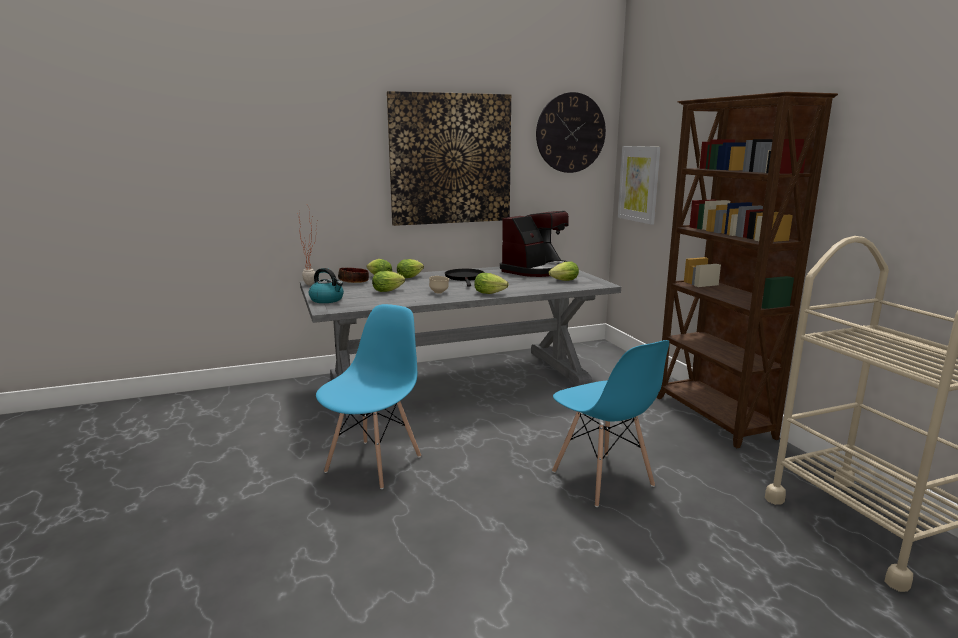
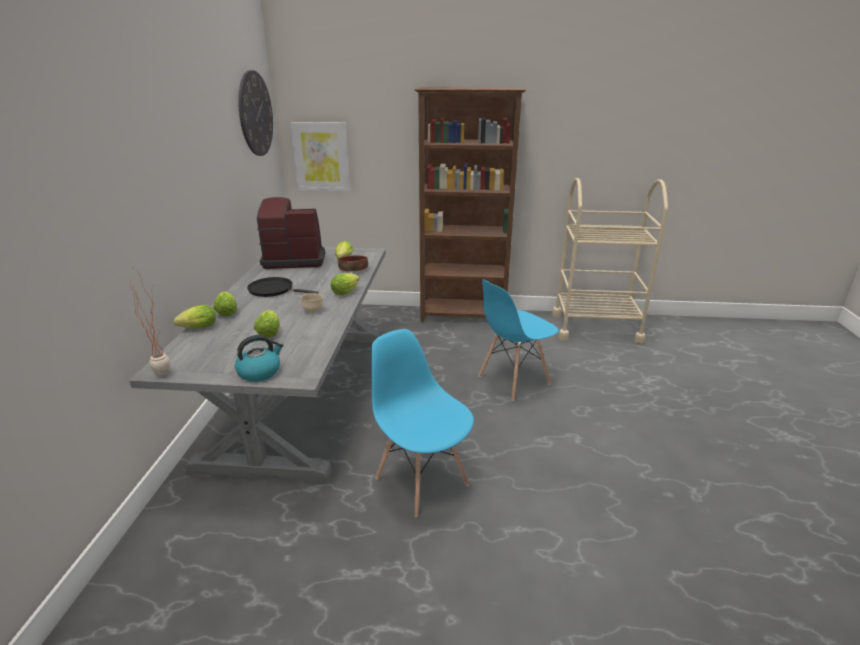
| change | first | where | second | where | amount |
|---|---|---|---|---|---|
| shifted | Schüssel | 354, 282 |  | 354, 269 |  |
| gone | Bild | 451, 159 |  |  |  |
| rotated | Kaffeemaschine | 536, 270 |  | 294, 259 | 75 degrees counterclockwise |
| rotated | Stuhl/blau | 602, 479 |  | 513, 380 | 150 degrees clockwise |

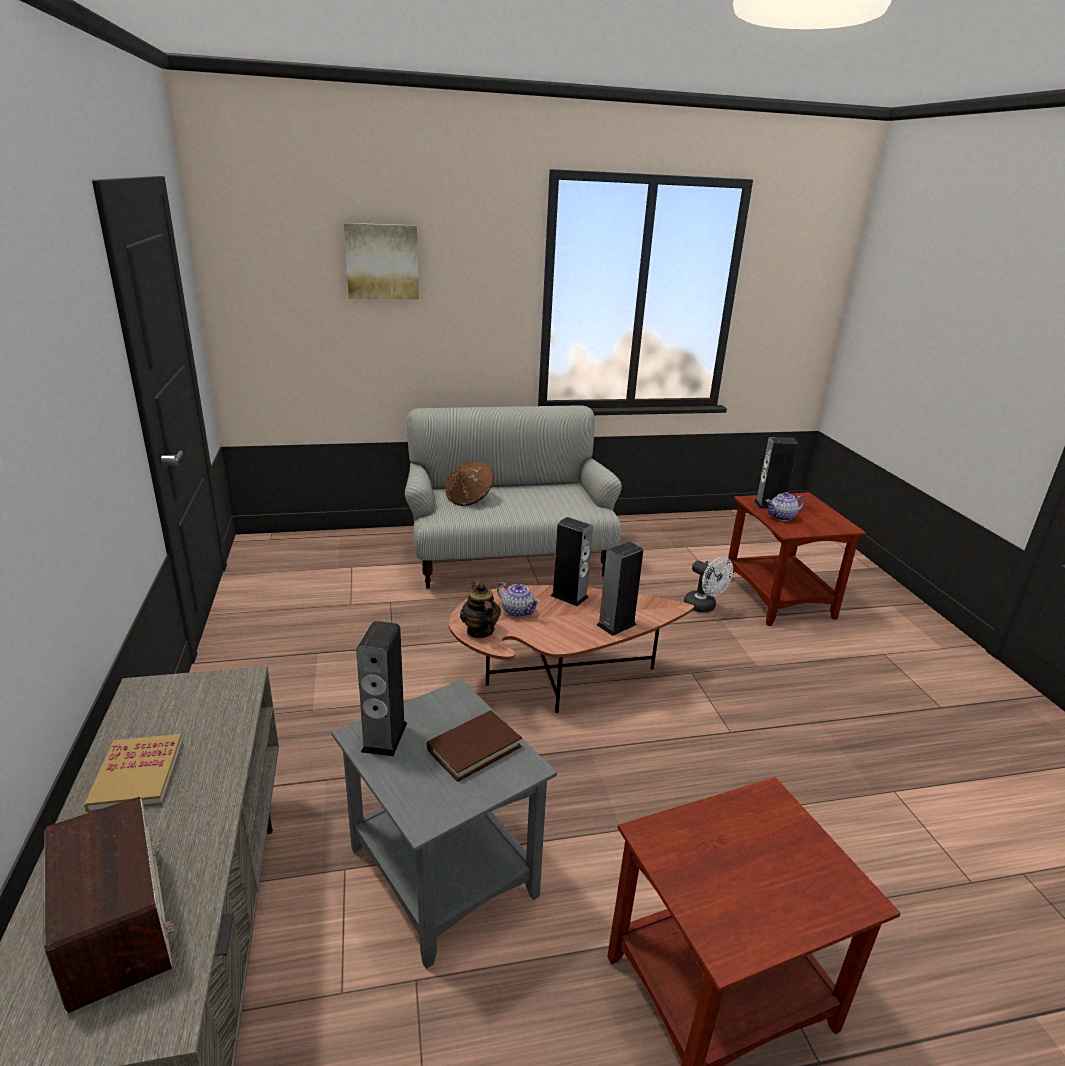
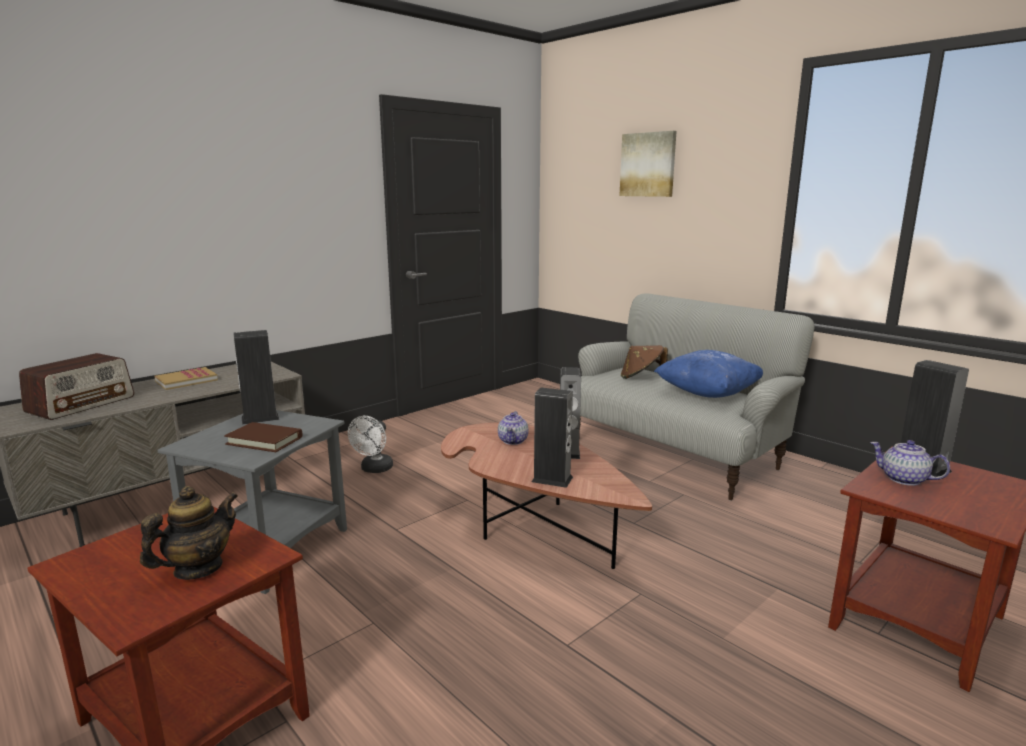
| change | first | where | second | where | amount |
|---|---|---|---|---|---|
| shifted | Teekanne | 480, 631 |  | 198, 568 |  |
| shifted | Ventilator/weiß | 704, 607 |  | 374, 469 |  |
| new |  |  | Kissen/blau | 708, 393 |  |

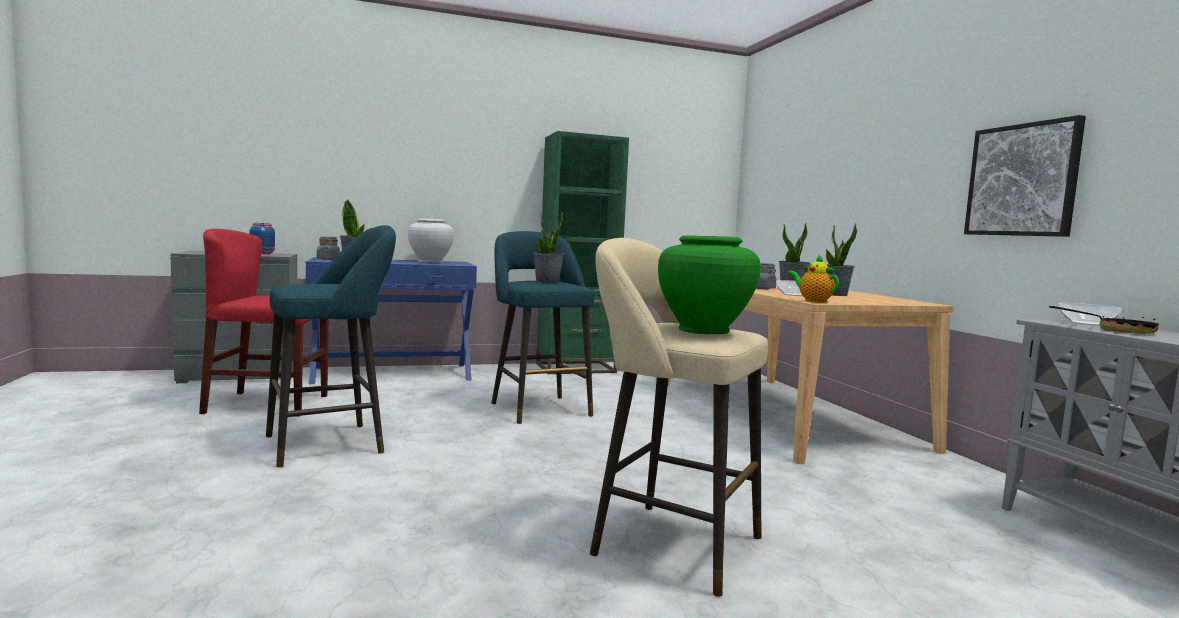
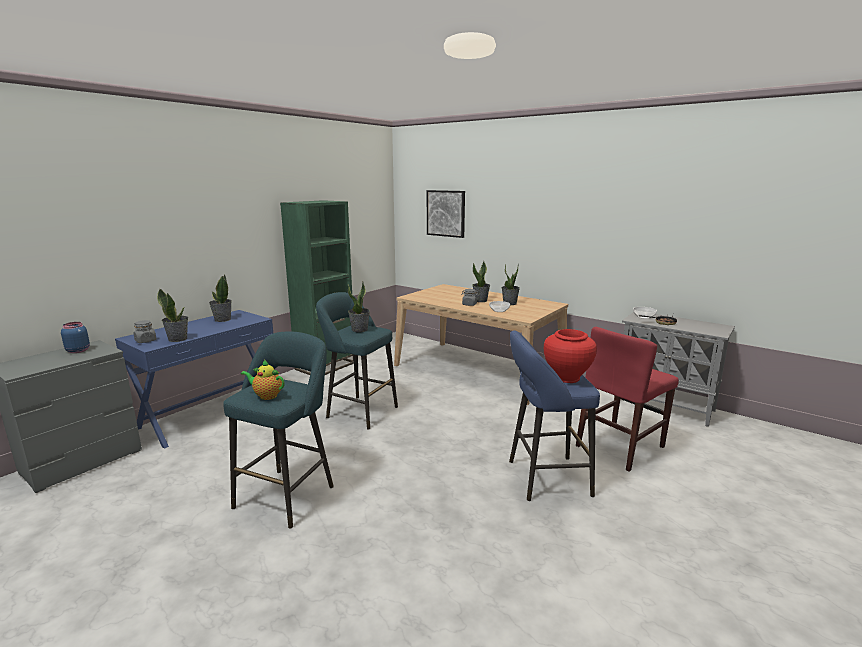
| change | first | where | second | where | amount |
|---|---|---|---|---|---|
| shifted | Stuhl/rot | 267, 404 |  | 620, 446 |  |
| swapped | Vase/weiß | 430, 262 | Topfpflanze | 222, 319 |  |
| repainted | Hocker/beige | 668, 542 | Hocker/blau | 543, 478 |  |
| repainted | Vase/grün | 703, 330 | Vase/rot | 567, 377 |  |
| shifted | Teekanne | 813, 301 |  | 266, 396 |  |
| shifted | Bild | 1022, 180 |  | 446, 213 |  |

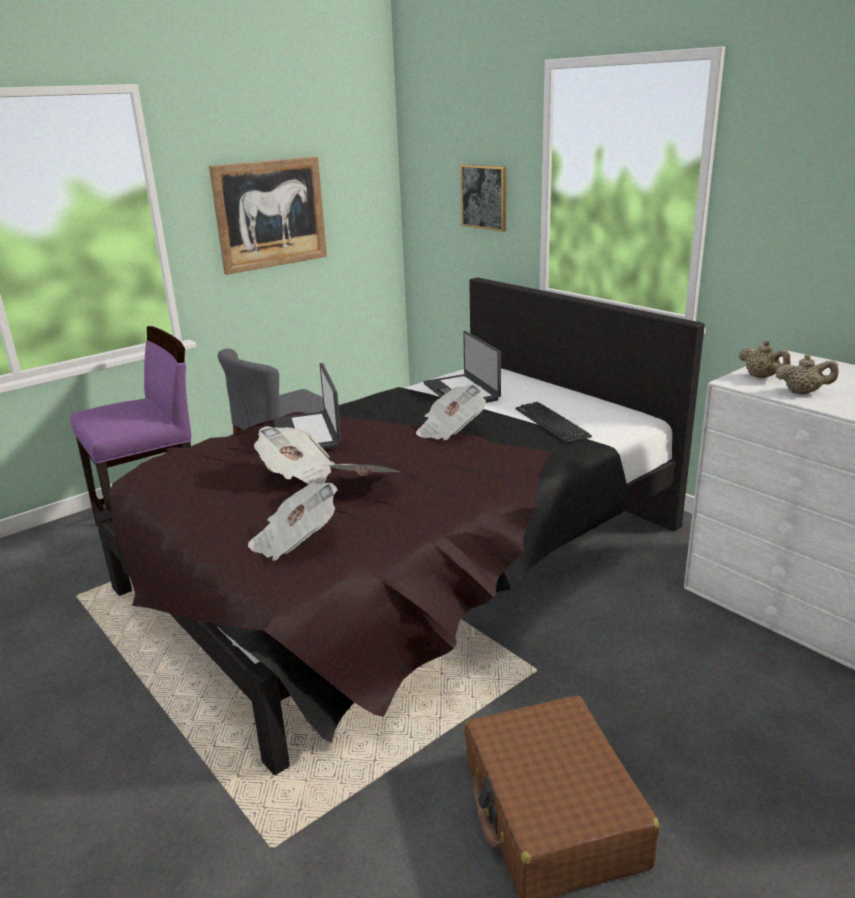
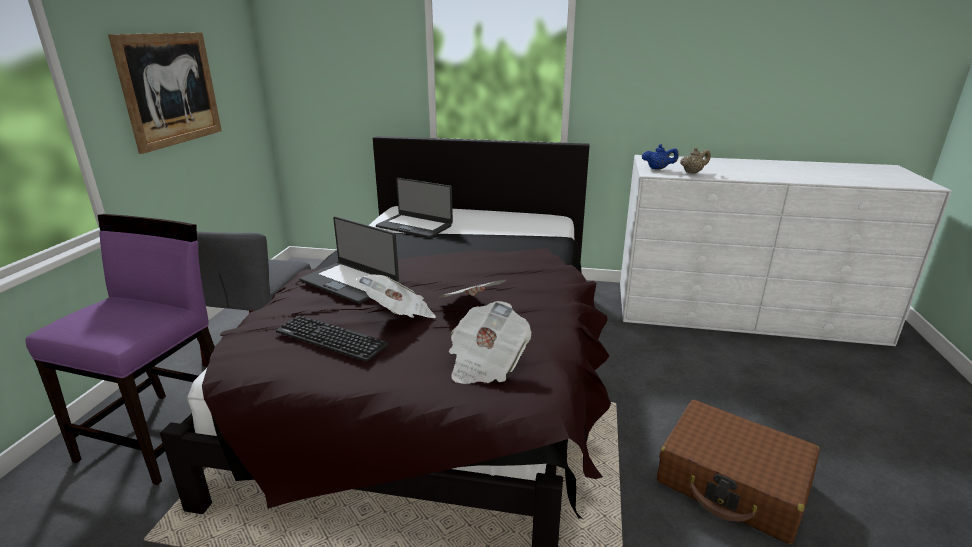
| change | first | where | second | where | amount |
|---|---|---|---|---|---|
| gone | Zeitung | 450, 430 |  |  |  |
| gone | Bild | 484, 197 |  |  |  |
| shifted | Tastatur | 551, 423 |  | 331, 338 |  |
| repainted | Teekanne/beige | 761, 377 | Teekanne/blau | 658, 169 |  |

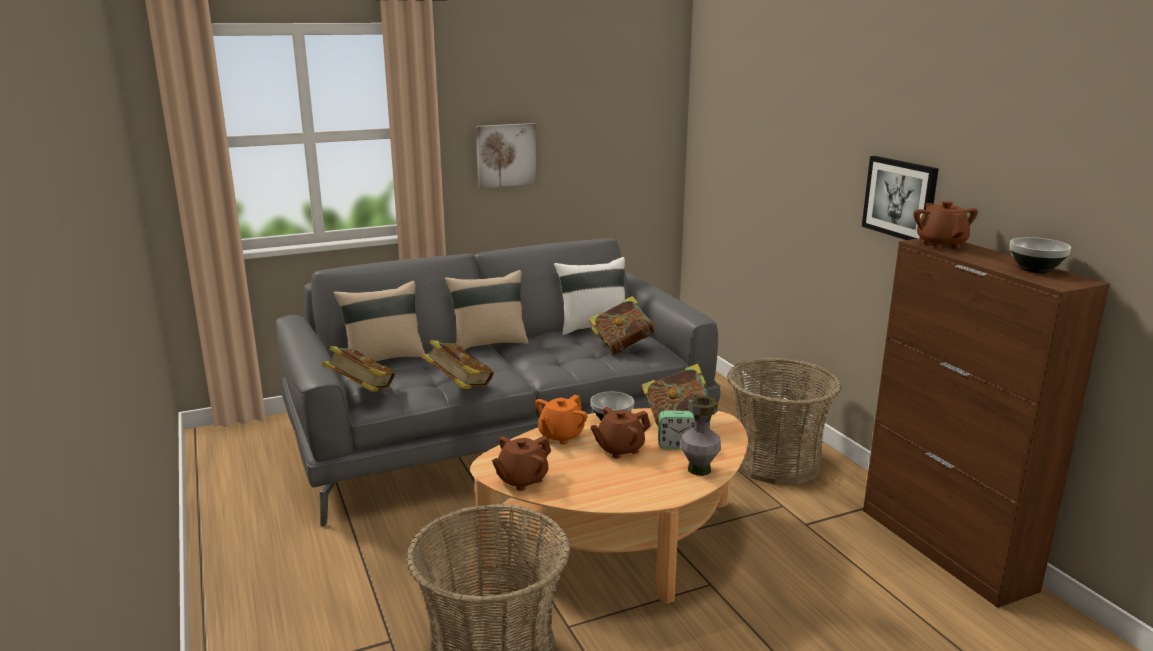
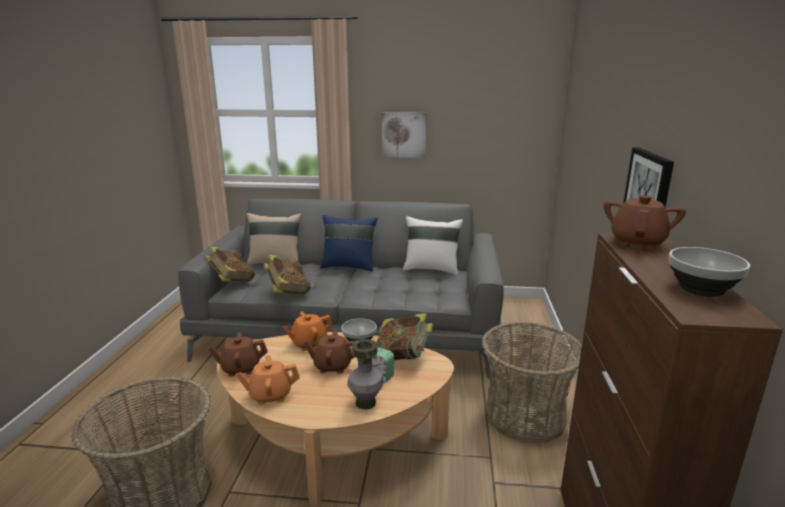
| change | first | where | second | where | amount |
|---|---|---|---|---|---|
| repainted | Kissen/beige | 488, 343 | Kissen/blau | 349, 266 |  |
| gone | Buch | 622, 347 |  |  |  |
| new |  |  | Teekanne/orange | 270, 395 |  |

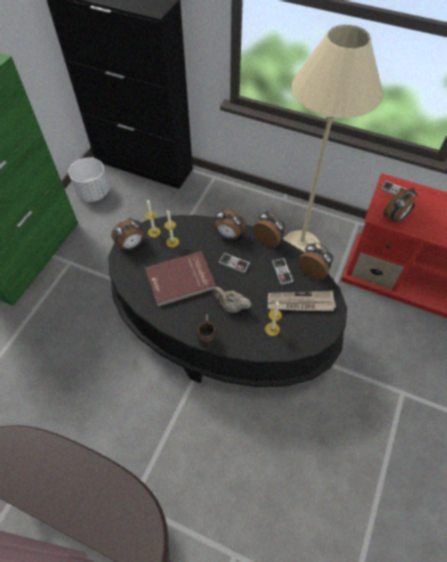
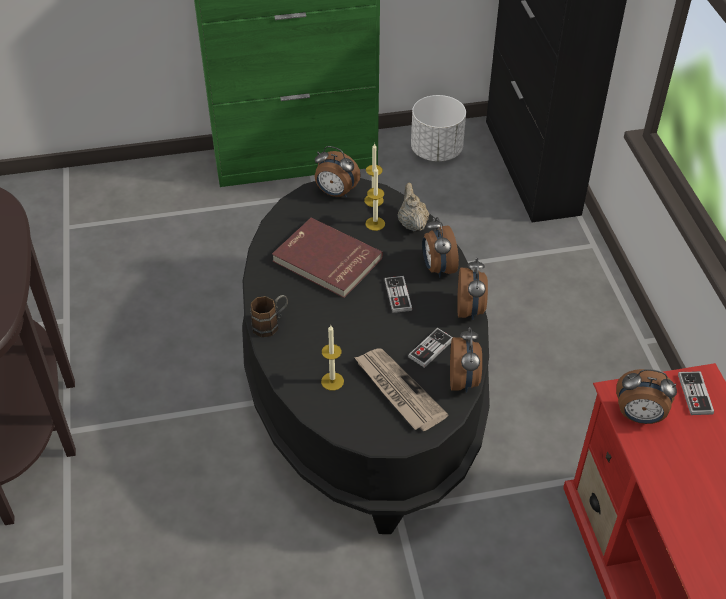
| change | first | where | second | where | amount |
|---|---|---|---|---|---|
| shifted | Teekanne/beige | 231, 306 |  | 412, 223 |  |
| gone | Stehlampe/beige | 300, 247 |  |  |  |

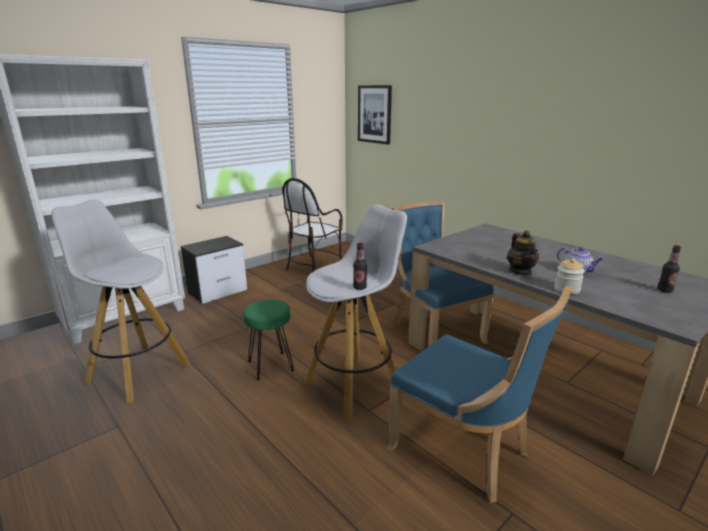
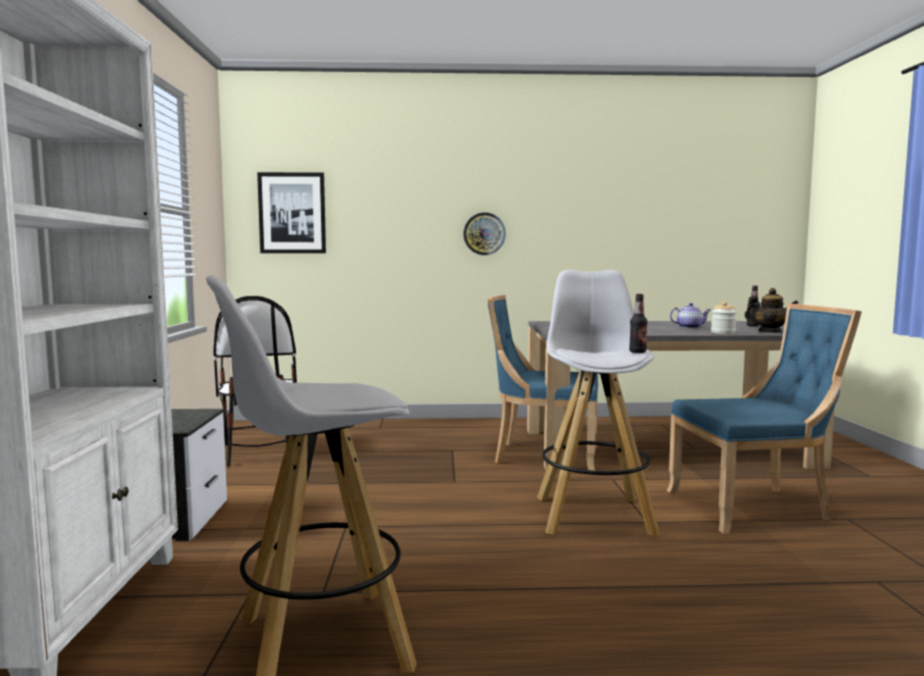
| change | first | where | second | where | amount |
|---|---|---|---|---|---|
| gone | Hocker/grün | 271, 365 |  |  |  |
| shifted | Teekanne | 520, 271 |  | 769, 332 |  |
| new |  |  | Wanduhr | 484, 234 |  |

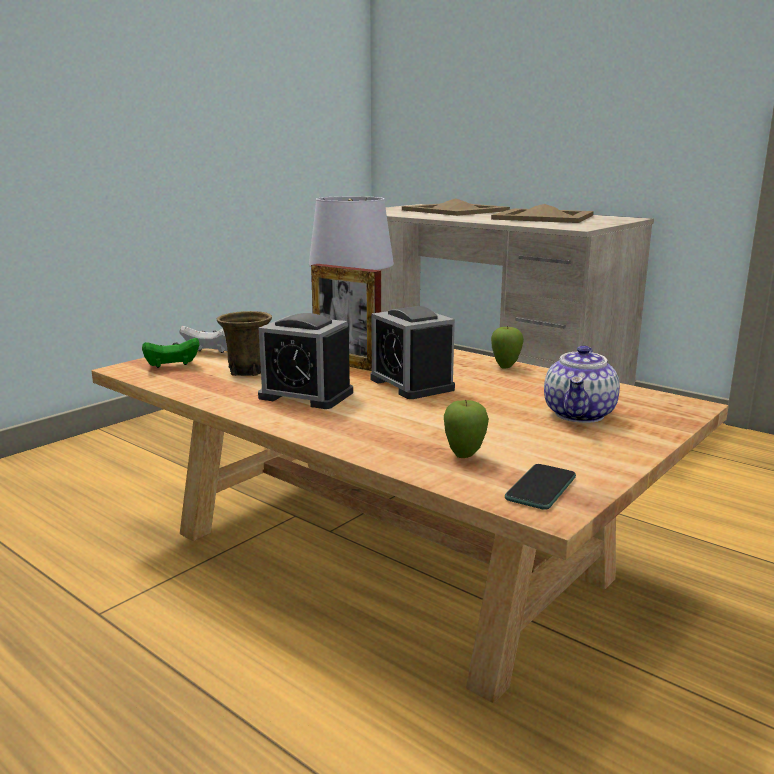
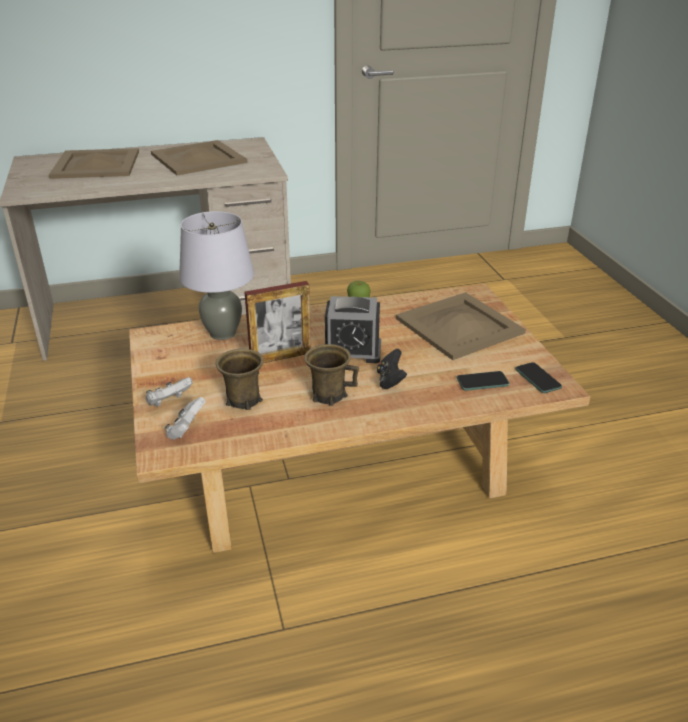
| change | first | where | second | where | amount |
|---|---|---|---|---|---|
| repainted | Gamepad/grün | 172, 366 | Gamepad/weiß | 186, 430 |  |
| swapped | Wecker | 306, 395 | Henkelbecher/braun | 328, 395 |  |
| swapped | Apfel | 464, 456 | Handy | 482, 382 |  |
| swapped | Teekanne | 580, 415 | Tablett/beige | 459, 325 |  |
| new |  |  | Gamepad/schwarz | 390, 380 |  |

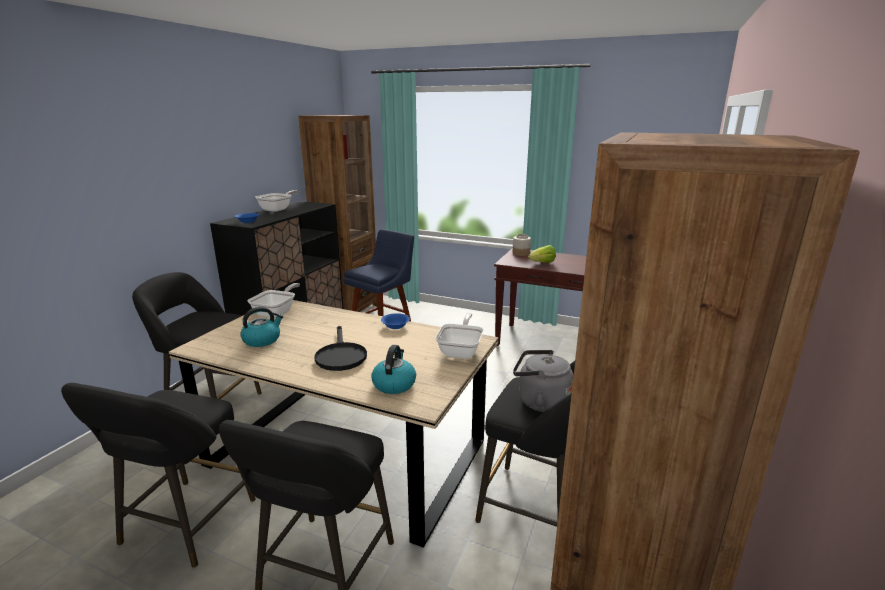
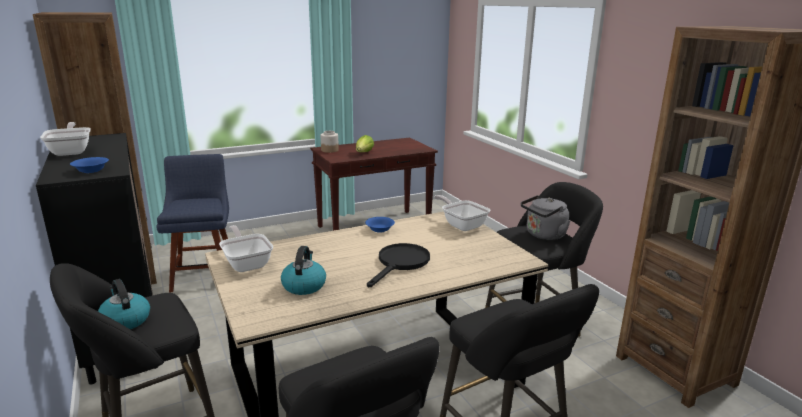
| change | first | where | second | where | amount |
|---|---|---|---|---|---|
| rotated | Pfanne/schwarz | 340, 356 |  | 400, 263 | 90 degrees counterclockwise |
| shifted | Wasserkessel | 394, 384 |  | 125, 320 |  |

